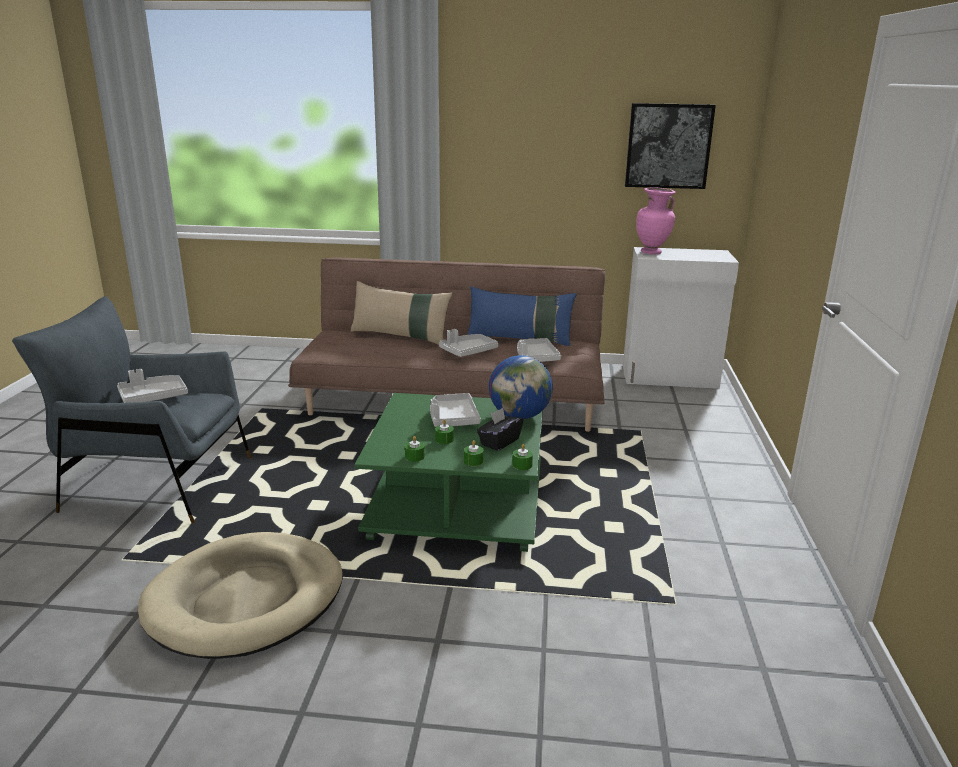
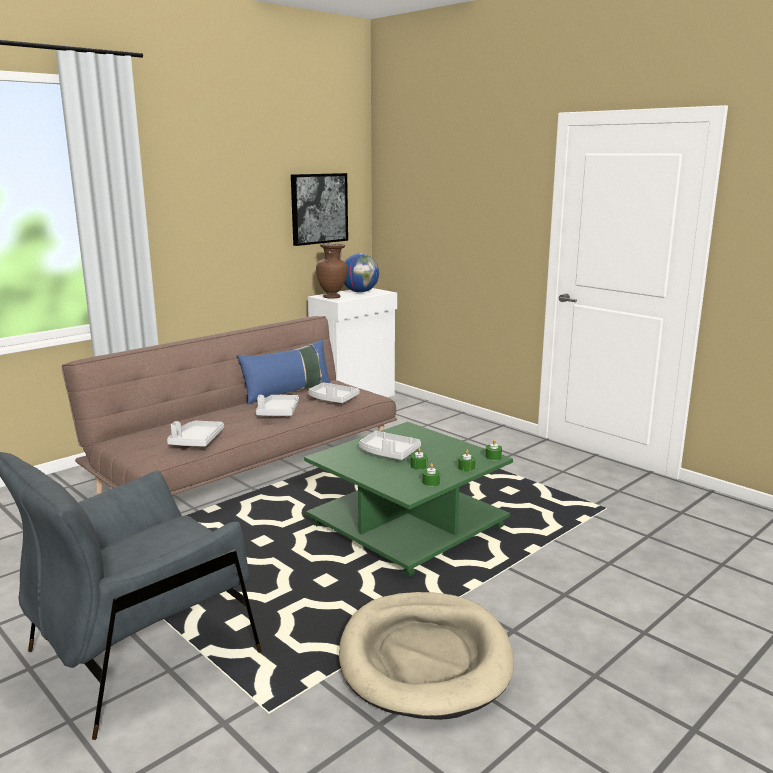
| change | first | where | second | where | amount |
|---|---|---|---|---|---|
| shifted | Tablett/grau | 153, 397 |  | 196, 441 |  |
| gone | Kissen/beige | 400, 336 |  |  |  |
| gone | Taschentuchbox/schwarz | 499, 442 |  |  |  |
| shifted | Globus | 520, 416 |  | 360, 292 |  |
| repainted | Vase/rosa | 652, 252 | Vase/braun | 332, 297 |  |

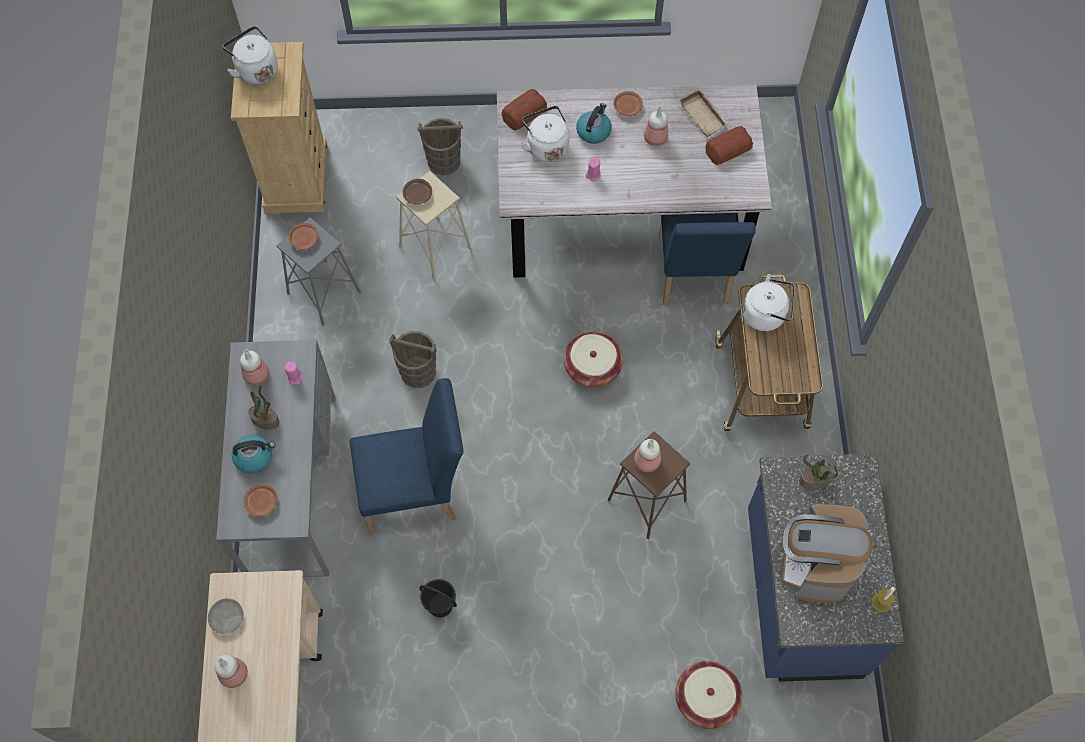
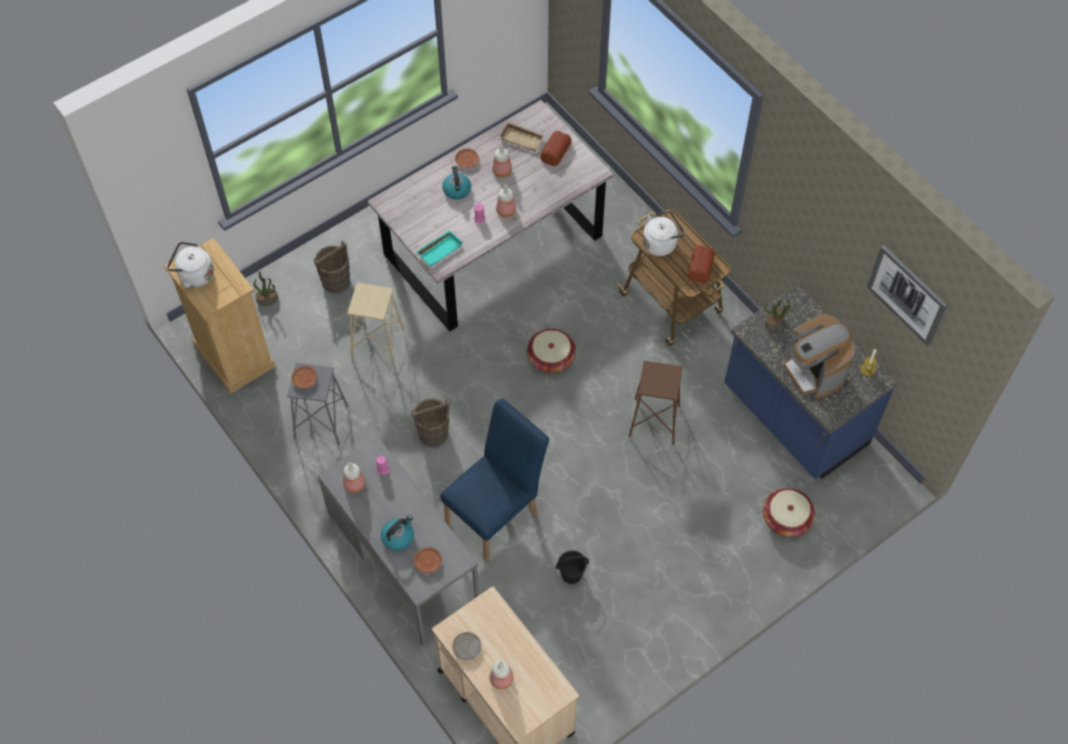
| change | first | where | second | where | amount |
|---|---|---|---|---|---|
| shifted | Topfpflanze | 266, 419 |  | 268, 299 |  |
| gone | Teller/braun | 417, 195 |  |  |  |
| shifted | Brot | 523, 113 |  | 700, 267 |  |
| gone | Wasserkessel/weiß | 546, 146 |  |  |  |
| shifted | Flasche | 646, 462 |  | 505, 211 |  |
| gone | Stuhl/blau | 693, 276 |  |  |  |
| new |  |  | Tablett/türkis | 439, 249 |  |
| new |  |  | Bild | 907, 294 |  |

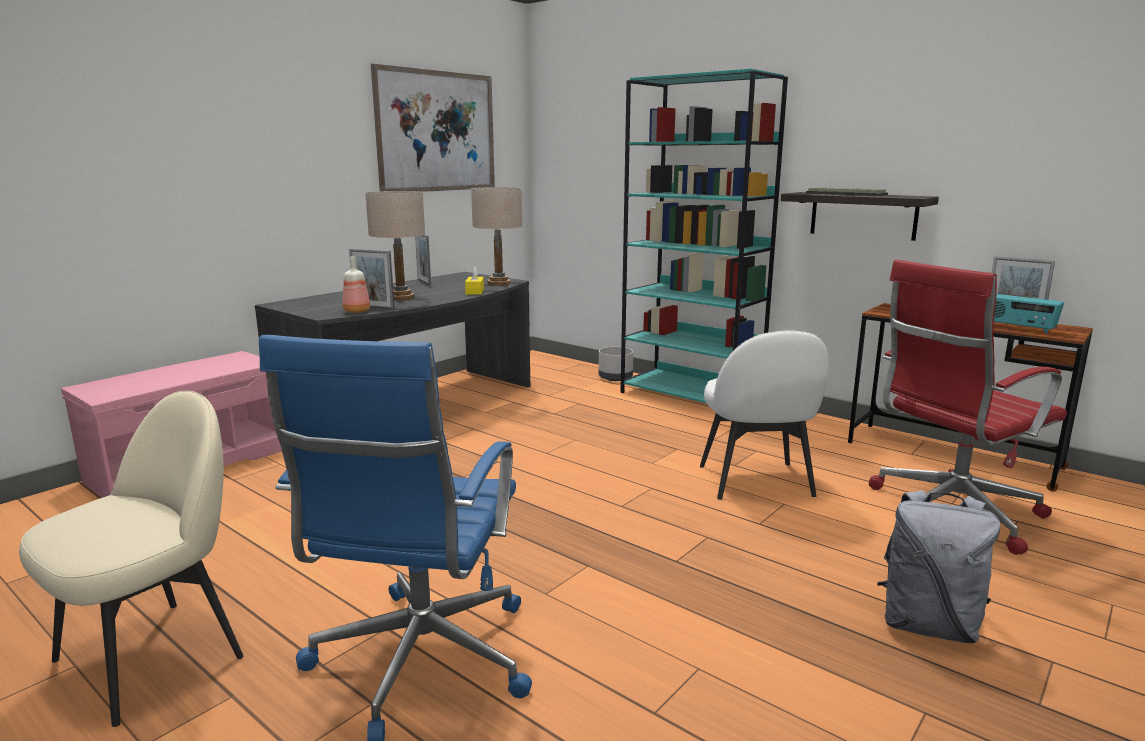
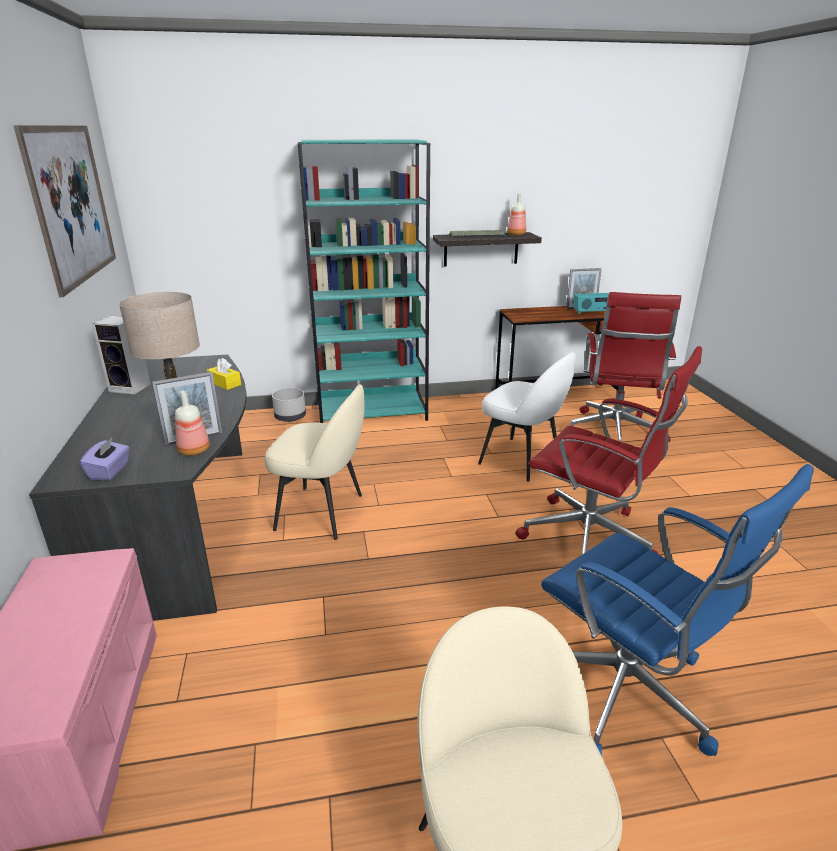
| change | first | where | second | where | amount |
|---|---|---|---|---|---|
| swapped | Bilderrahmen | 424, 282 | Lautsprecher | 131, 388 |  |
| gone | Tischlampe/beige | 498, 283 |  |  |  |
| gone | Rucksack/grau | 928, 625 |  |  |  |
| new |  |  | Taschentuchbox/lila | 110, 471 |  |
| new |  |  | Stuhl/beige | 322, 512 |  |
| new |  |  | Flasche | 516, 234 |  |
| new |  |  | Bürostuhl/rot | 591, 539 |  |

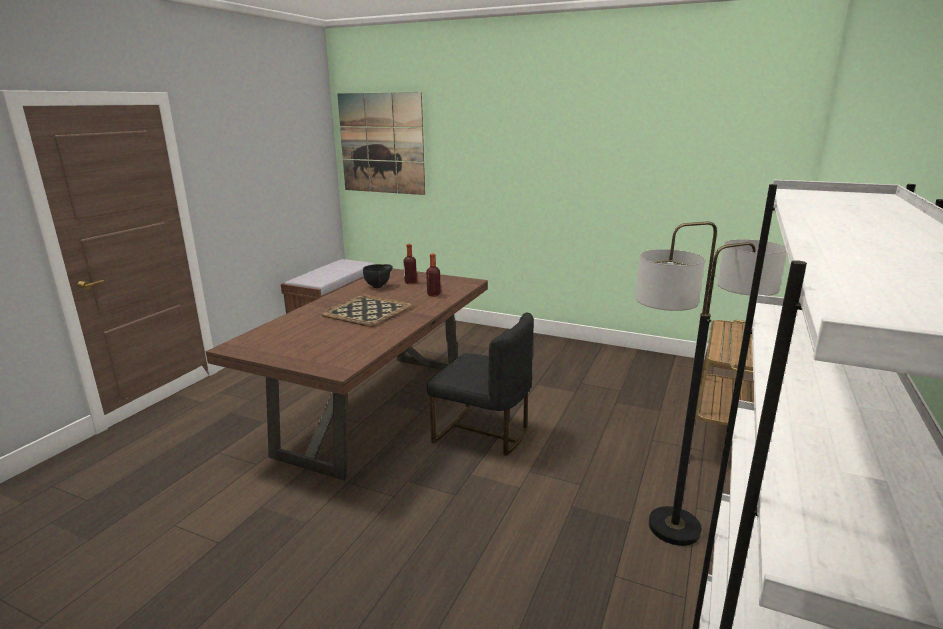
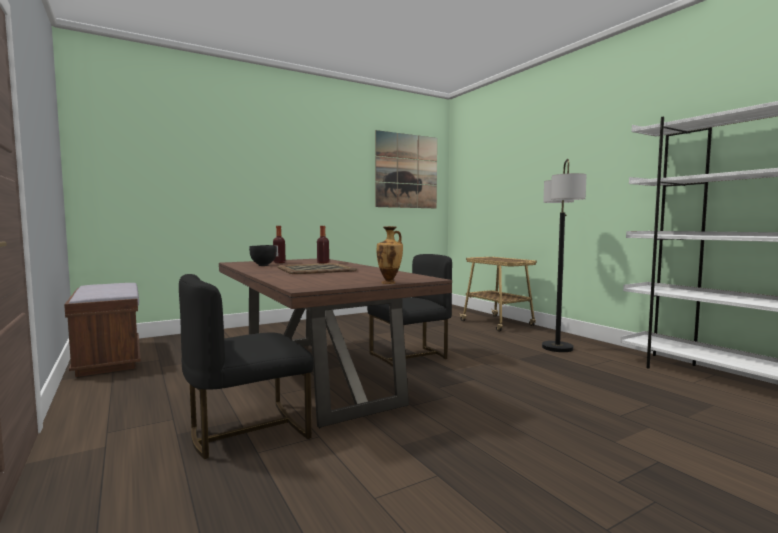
| change | first | where | second | where | amount |
|---|---|---|---|---|---|
| shifted | Bild | 381, 144 |  | 406, 171 |  |
| new |  |  | Stuhl/schwarz | 247, 431 |  |
| new |  |  | Vase | 389, 283 |  |

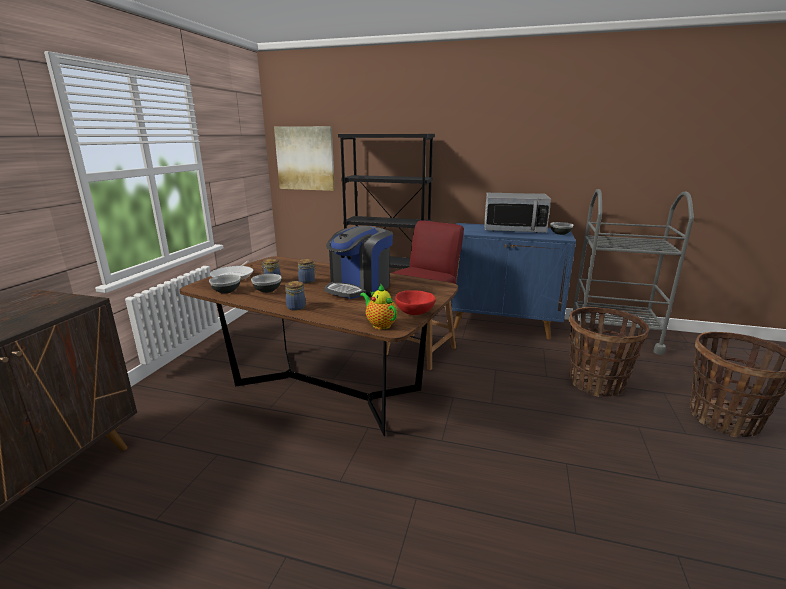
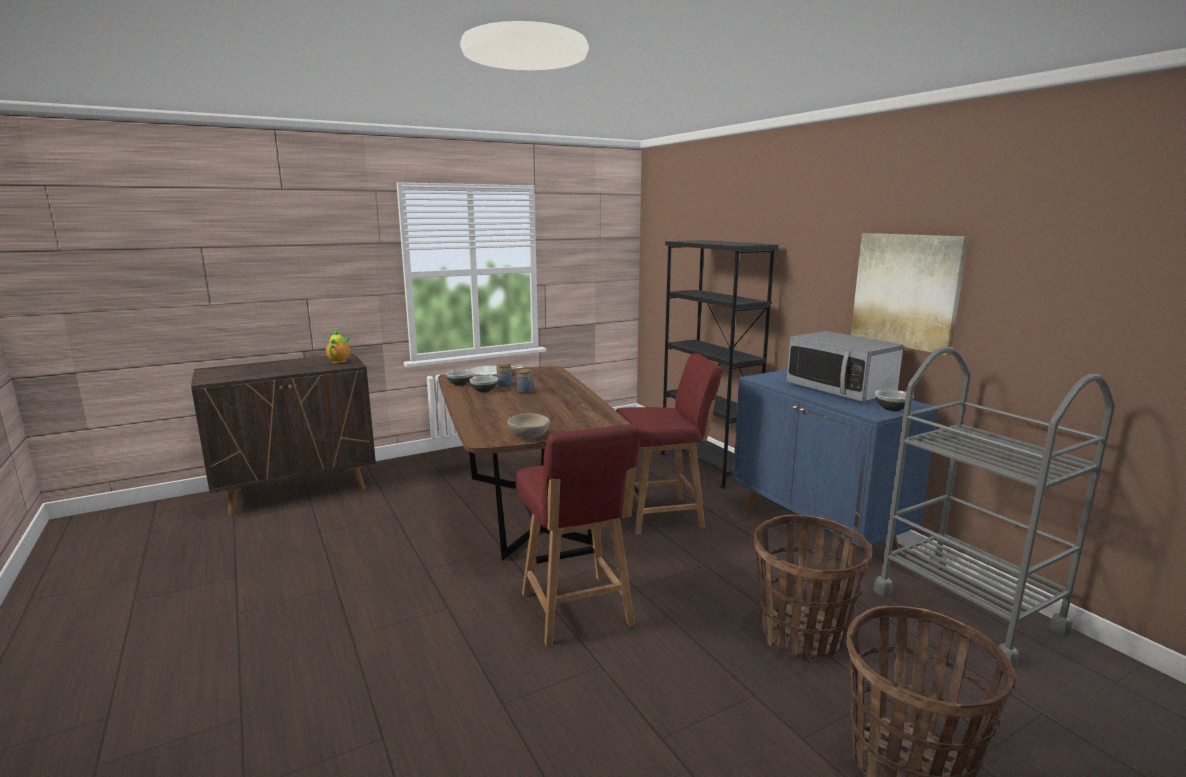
| change | first | where | second | where | amount |
|---|---|---|---|---|---|
| shifted | Bild | 305, 158 |  | 906, 290 |  |
| gone | Vorratsglas | 297, 307 |  |  |  |
| gone | Kaffeemaschine | 359, 287 |  |  |  |
| shifted | Teekanne | 380, 324 |  | 340, 361 |  |
| repainted | Schüssel/rot | 414, 313 | Schüssel/beige | 528, 437 |  |
| new |  |  | Stuhl/rot | 577, 610 |  |

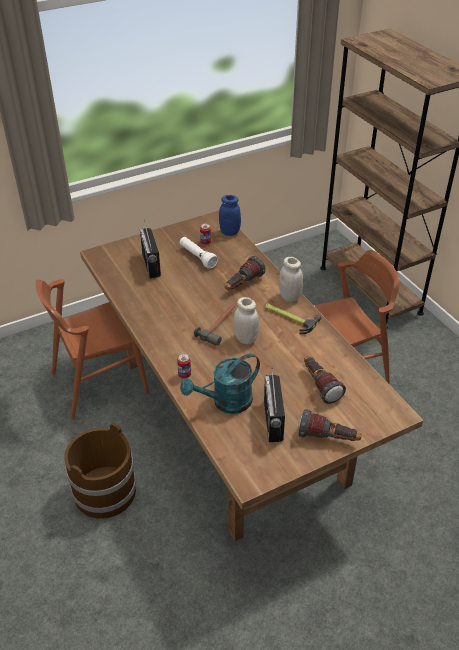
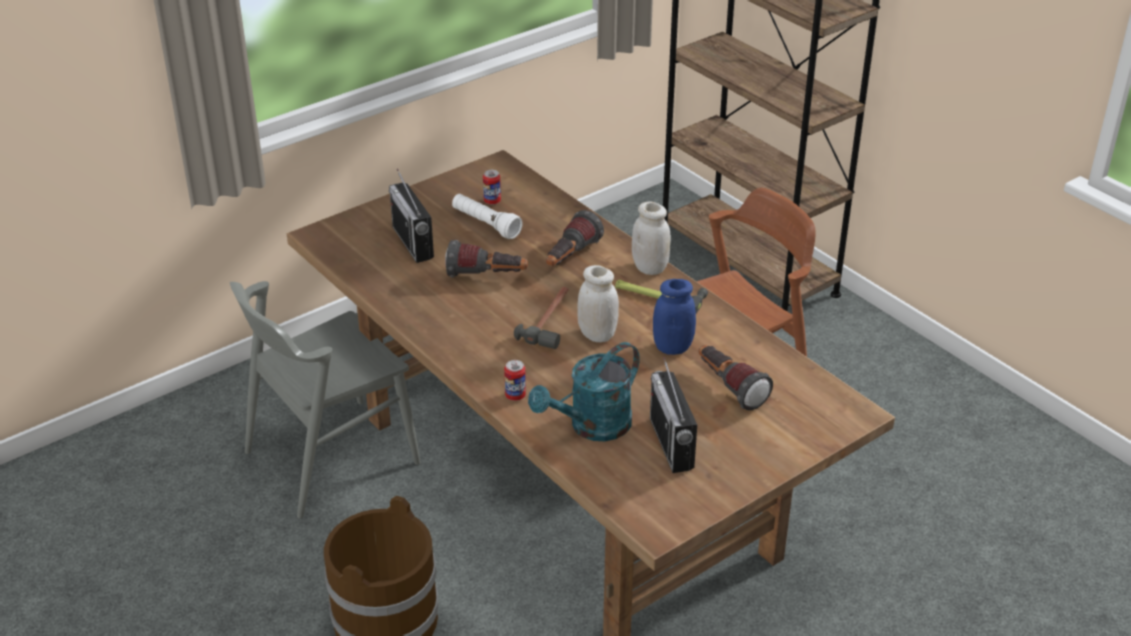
| change | first | where | second | where | amount |
|---|---|---|---|---|---|
| repainted | Stuhl/braun | 99, 383 | Stuhl/grau | 331, 457 |  |
| shifted | Vorratsglas/blau | 230, 232 |  | 672, 347 |  |
| shifted | Taschenlampe | 328, 438 |  | 487, 276 |  |

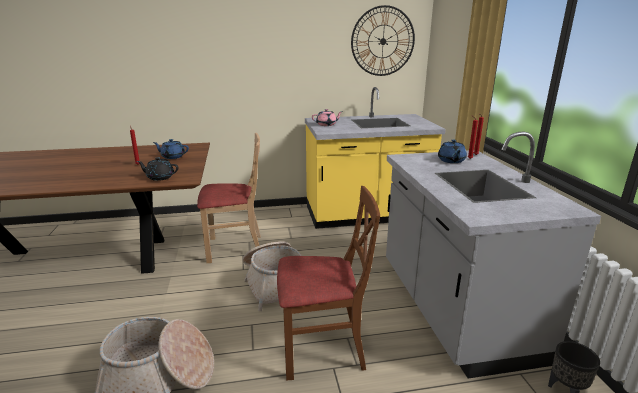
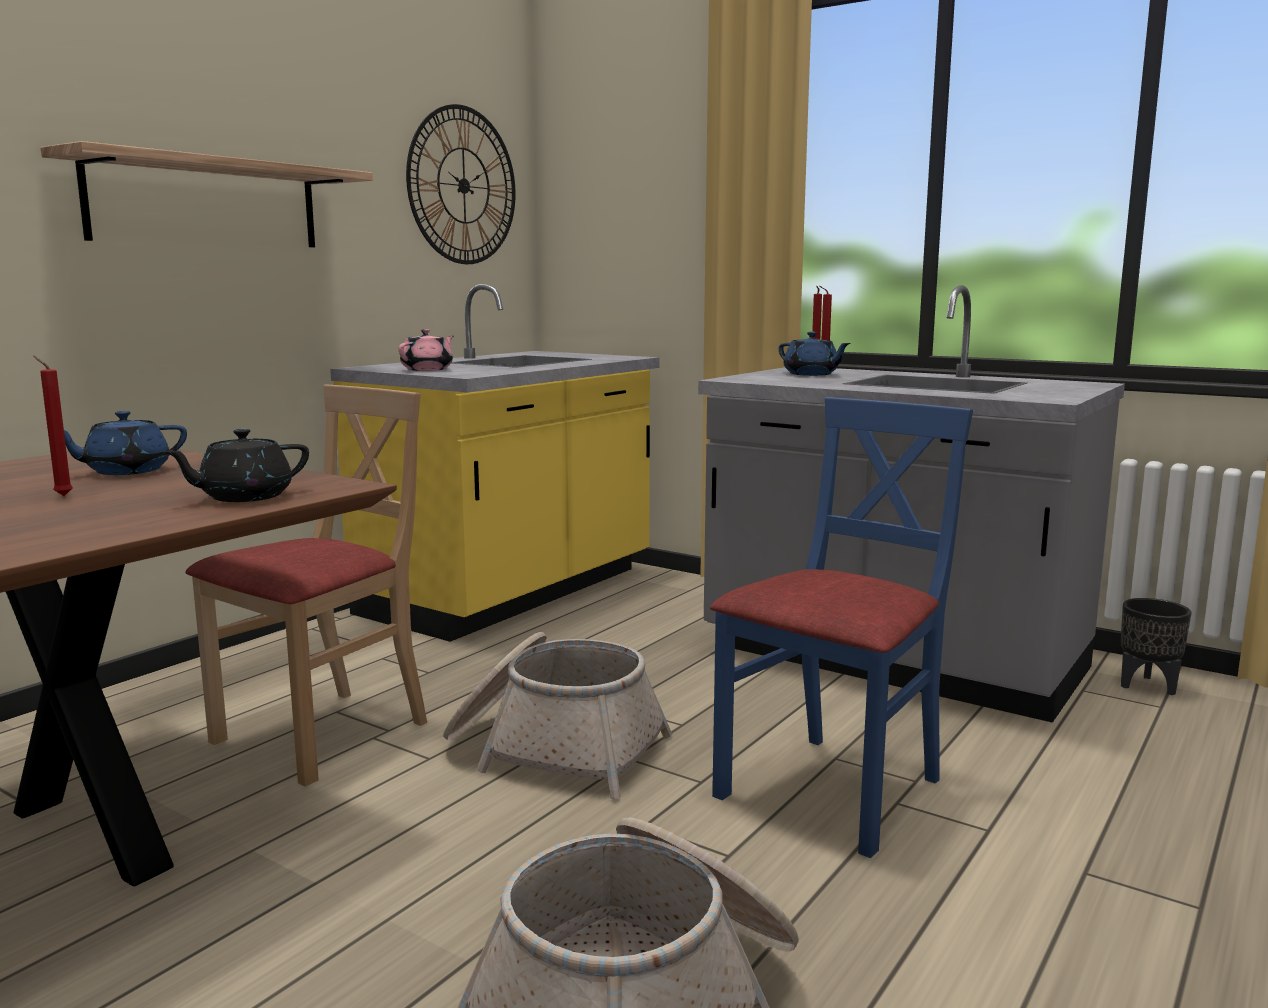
| change | first | where | second | where | amount |
|---|---|---|---|---|---|
| repainted | Stuhl/braun | 322, 349 | Stuhl/blau | 833, 790 |  |
| new |  |  | Wandregal | 206, 204 |  |

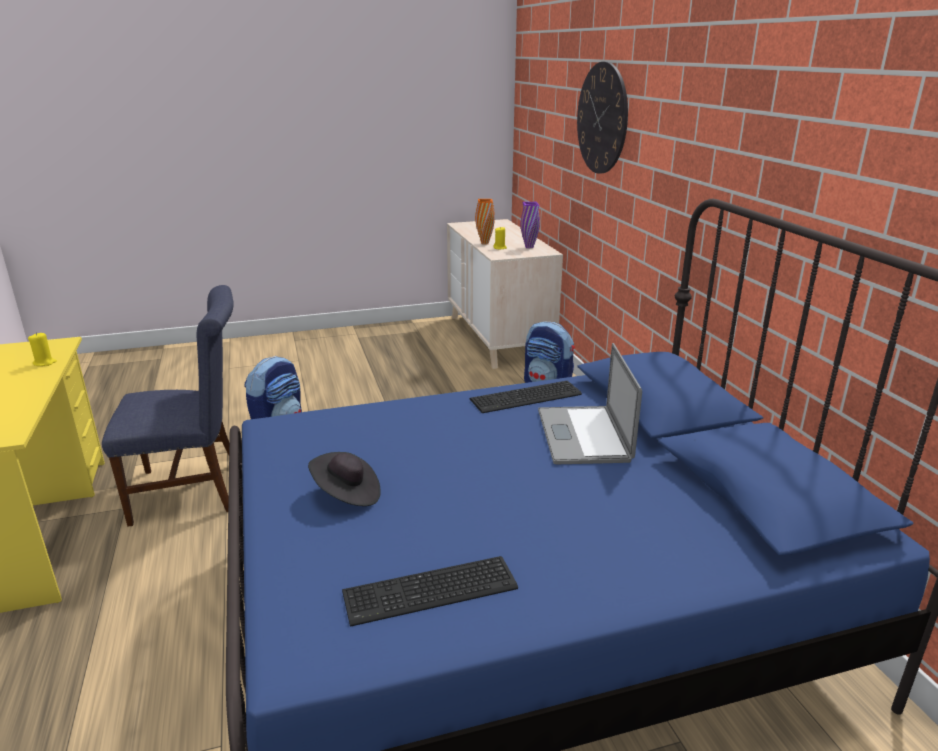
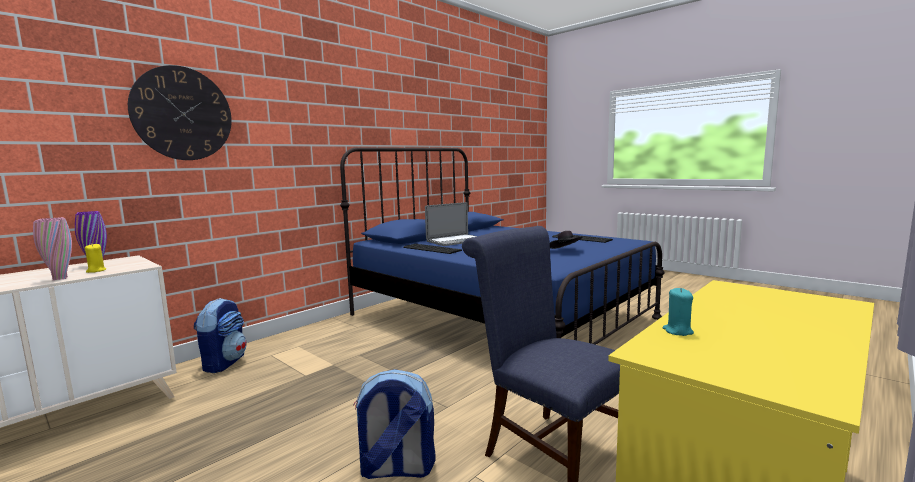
| change | first | where | second | where | amount |
|---|---|---|---|---|---|
| repainted | Kerze/gelb | 45, 363 | Kerze/türkis | 677, 331 |  |
| repainted | Vase/orange | 484, 243 | Vase/rosa | 60, 278 |  |

